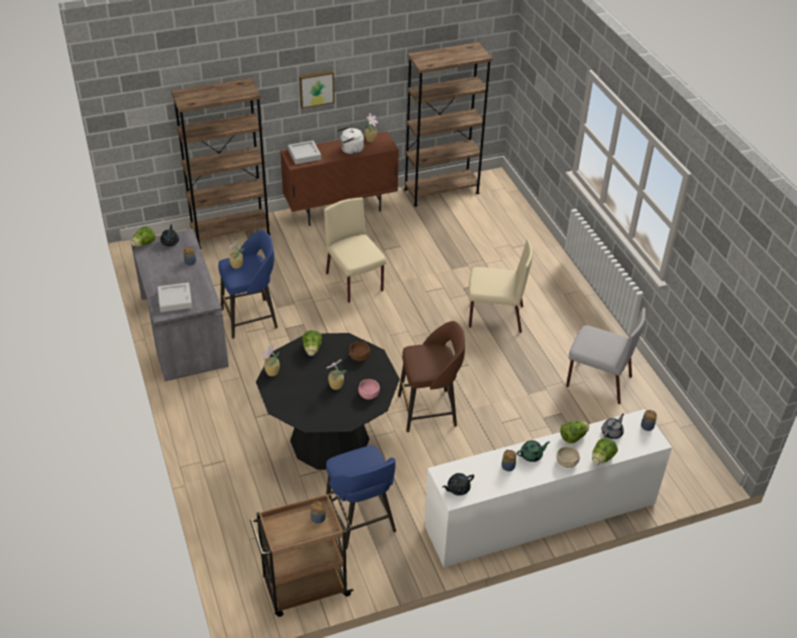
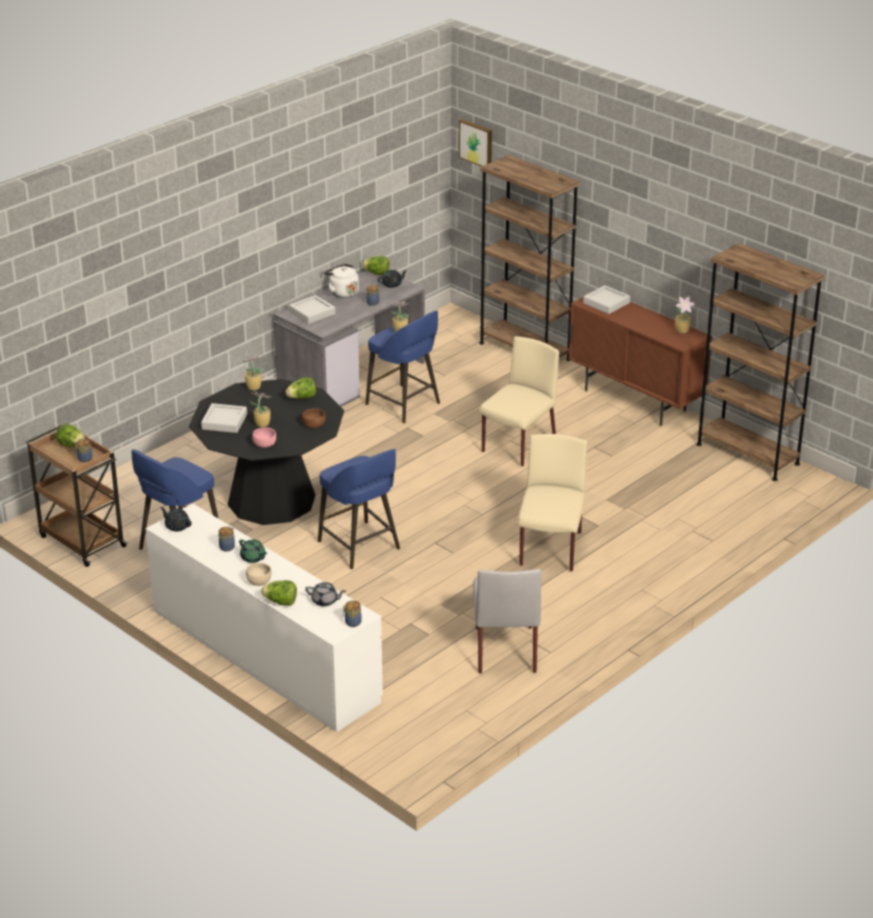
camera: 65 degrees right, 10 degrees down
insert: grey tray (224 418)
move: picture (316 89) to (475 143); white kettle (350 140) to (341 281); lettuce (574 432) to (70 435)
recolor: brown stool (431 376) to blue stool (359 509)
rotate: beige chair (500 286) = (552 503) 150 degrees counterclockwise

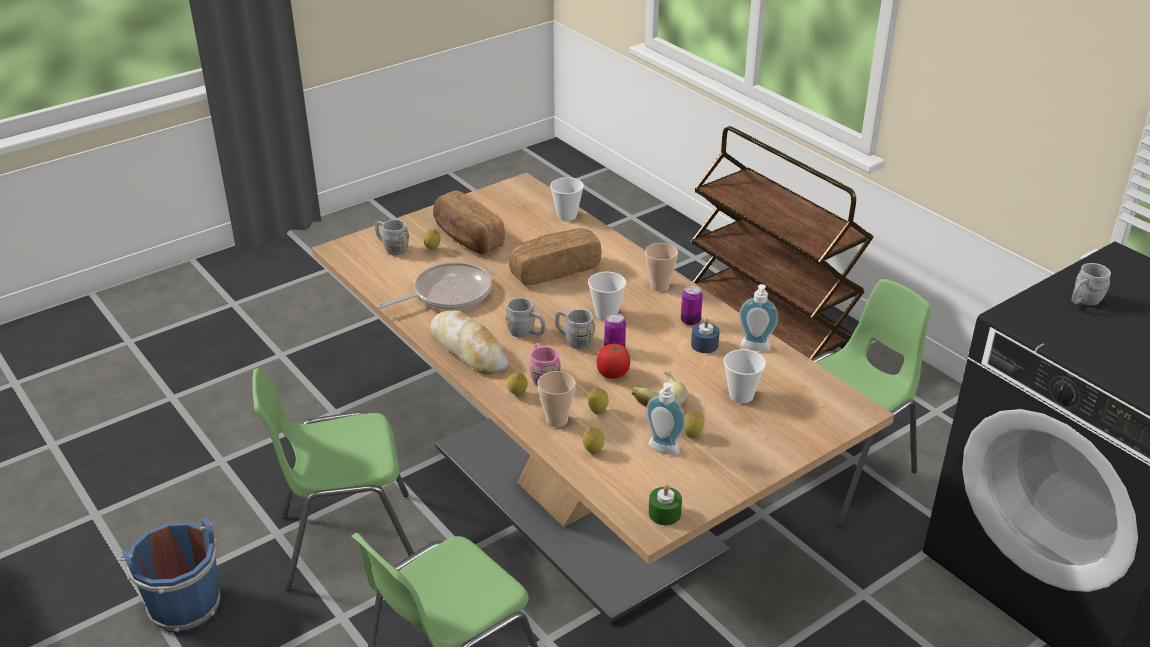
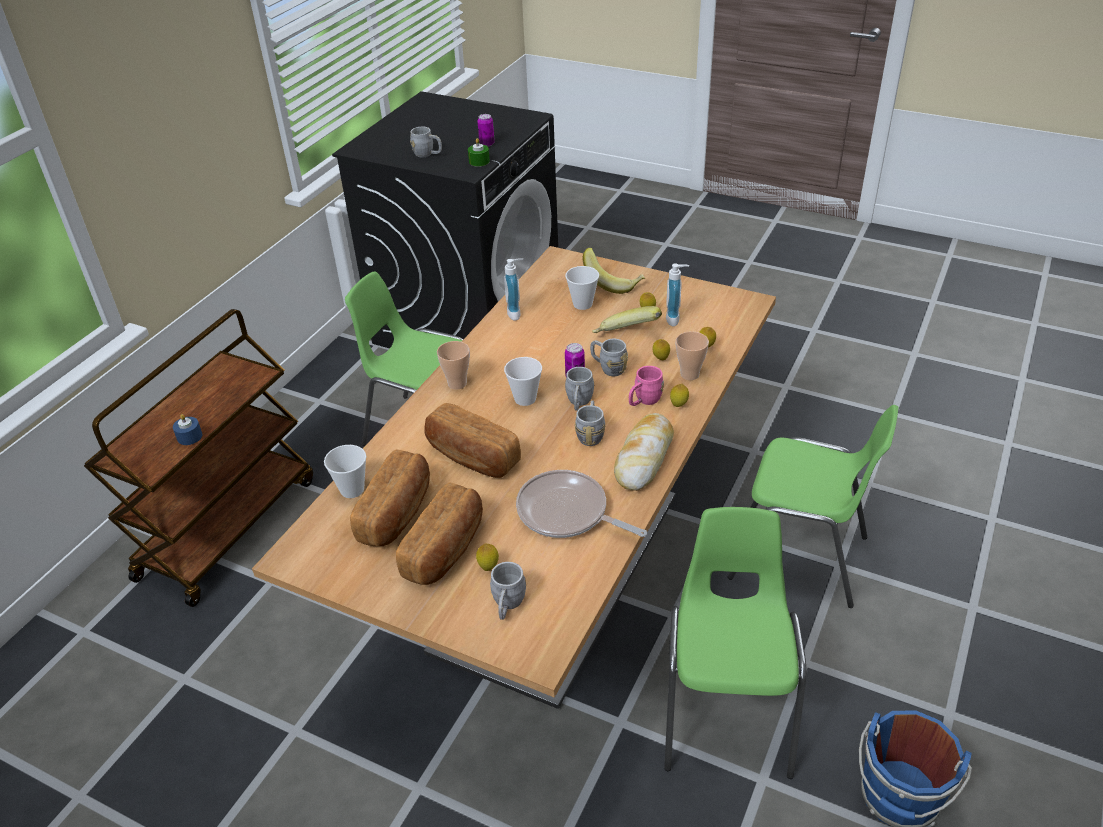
camera: 115 degrees left, 5 degrees up
insert: bread (390 498); banana (613 271)
move: green candle (665 504) to (479 152); can (692 305) to (486 130); blue candle (705 335) to (187 429)
replace: tomato (613 361) to grey mug (609 357)
rotate: green chair (333 479) = (735 643) 135 degrees counterclockwise

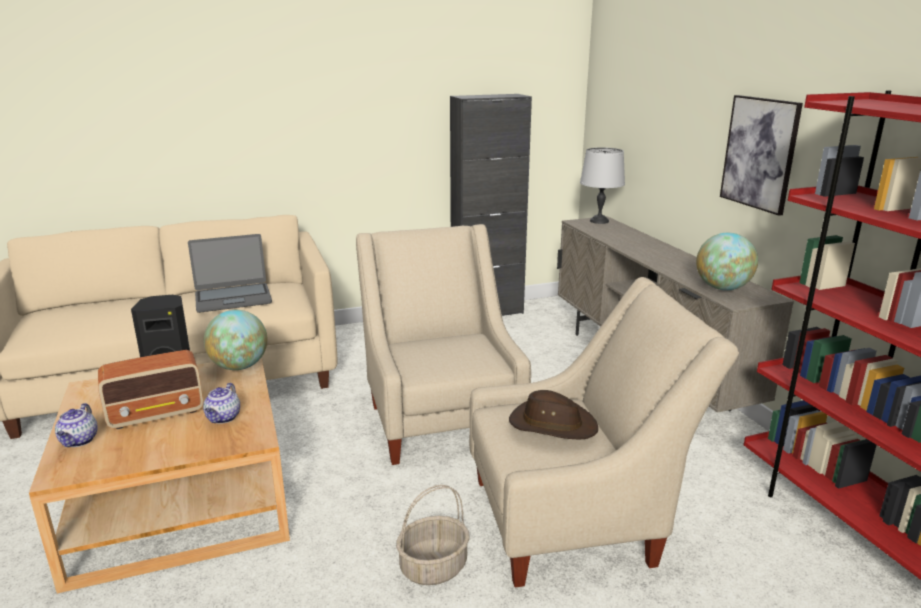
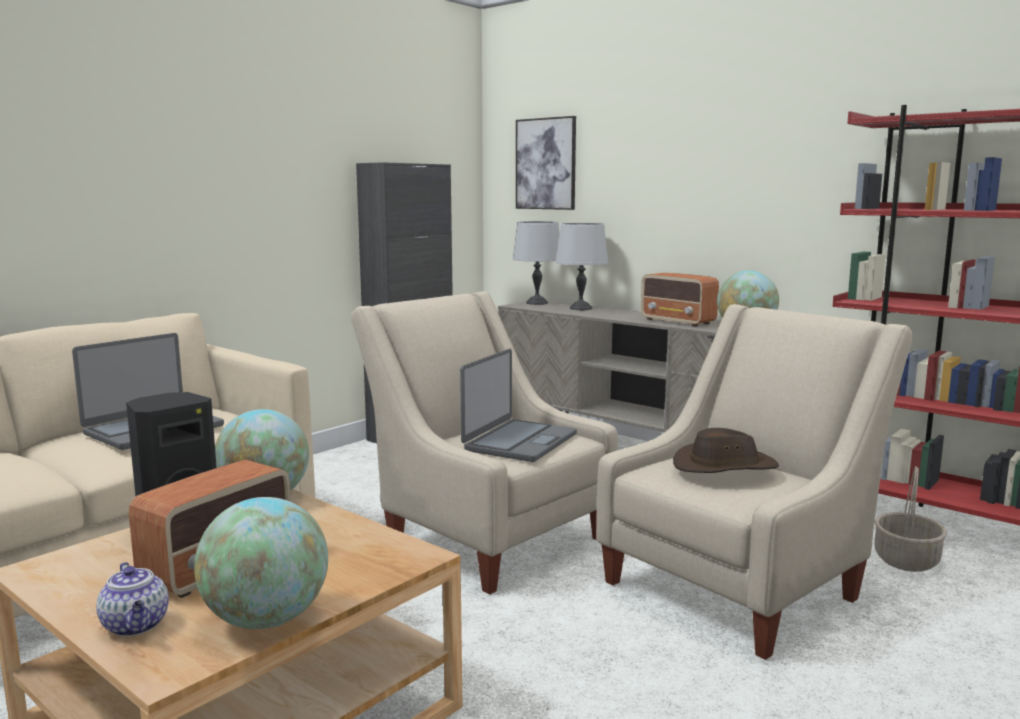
camera: 30 degrees left, 10 degrees down
delete: teapot (221 403)
insert: globe (261 563); laptop (518 405); grey table lamp (581 266); radio (680 300)
move: basket (433 535) to (910 519); picture (761 155) to (546 163)

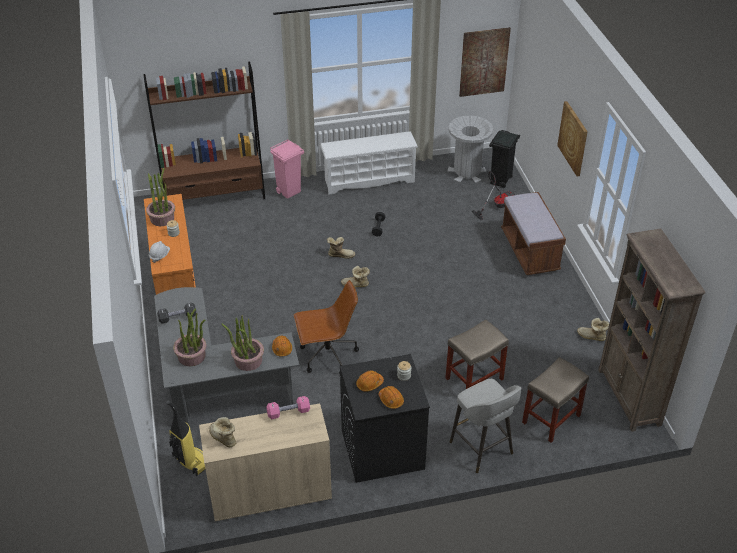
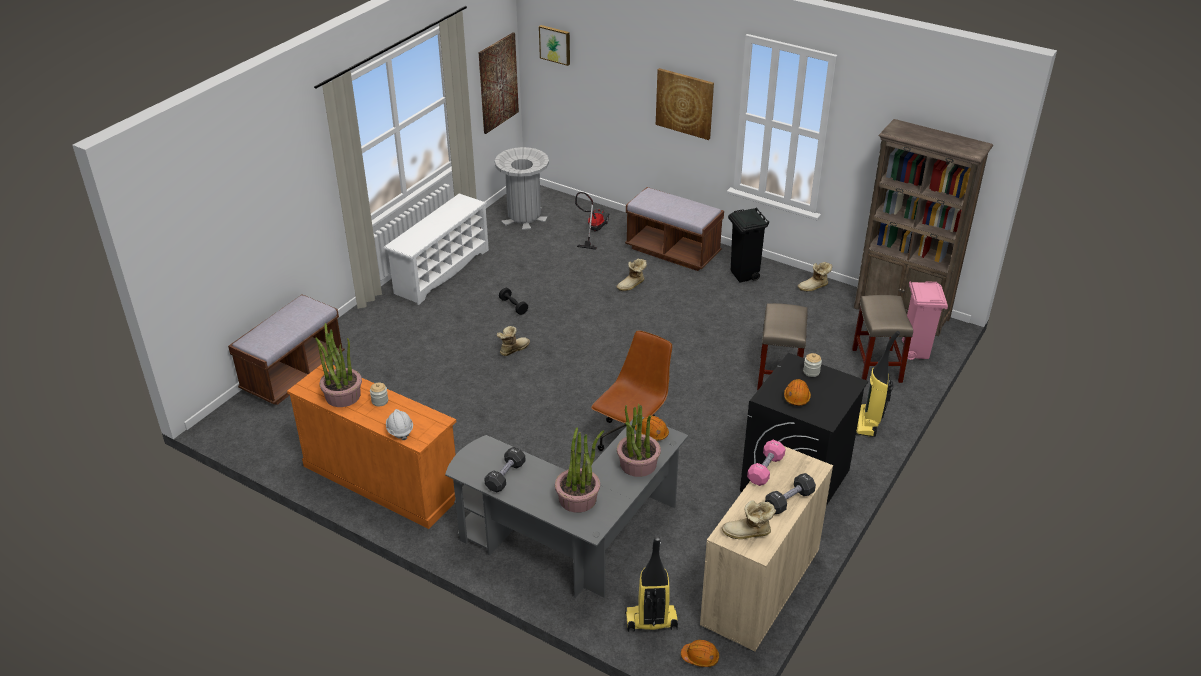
camera: 45 degrees left, 5 degrees down
insert: picture (554 45); black dumbbell (790 493)
move: pink trash can (287 169) to (925 320); boot (355 277) to (632 275); orange hard hat (391 397) to (700 653); black trash can (504 159) to (748 245)
replace: brown bookcase (204 131) to brown bench (286 349); grey stool (485 425) to vacuum cleaner (878 384)

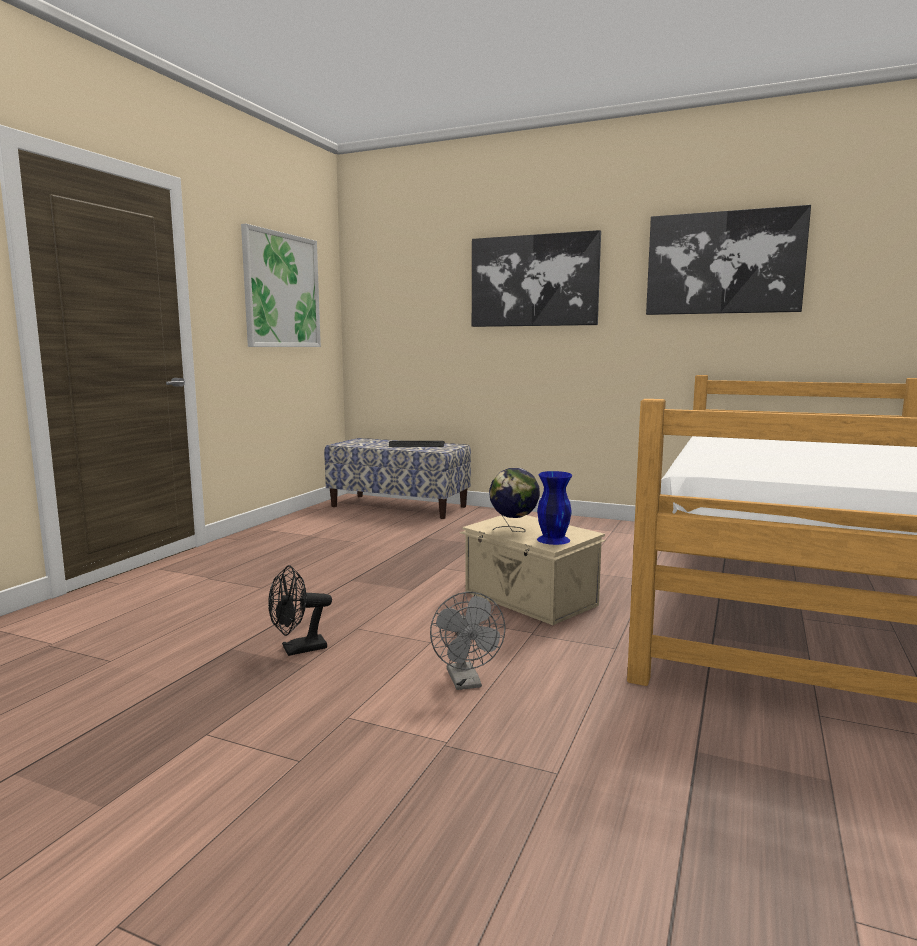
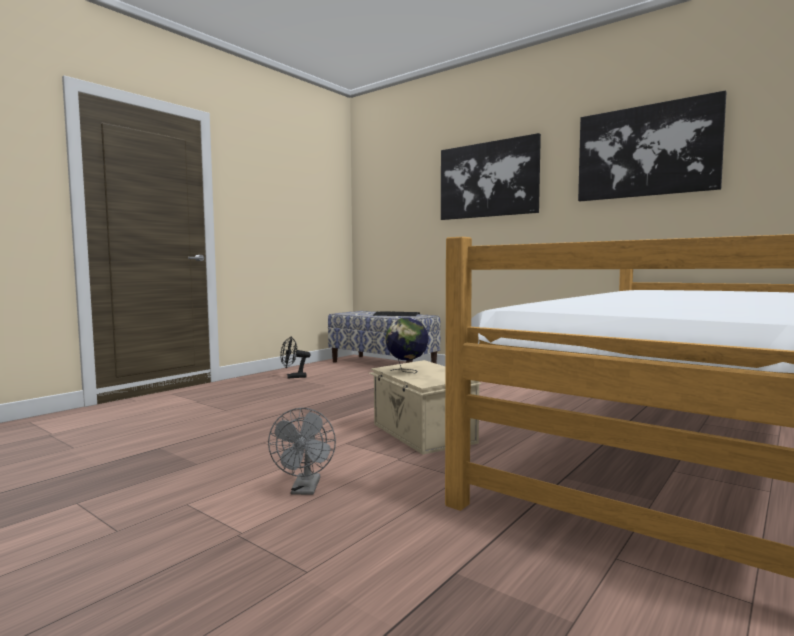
camera: 15 degrees right, 5 degrees down
delete: picture (281 285); blue vase (554 508)
move: black fan (300 610) to (295 357)

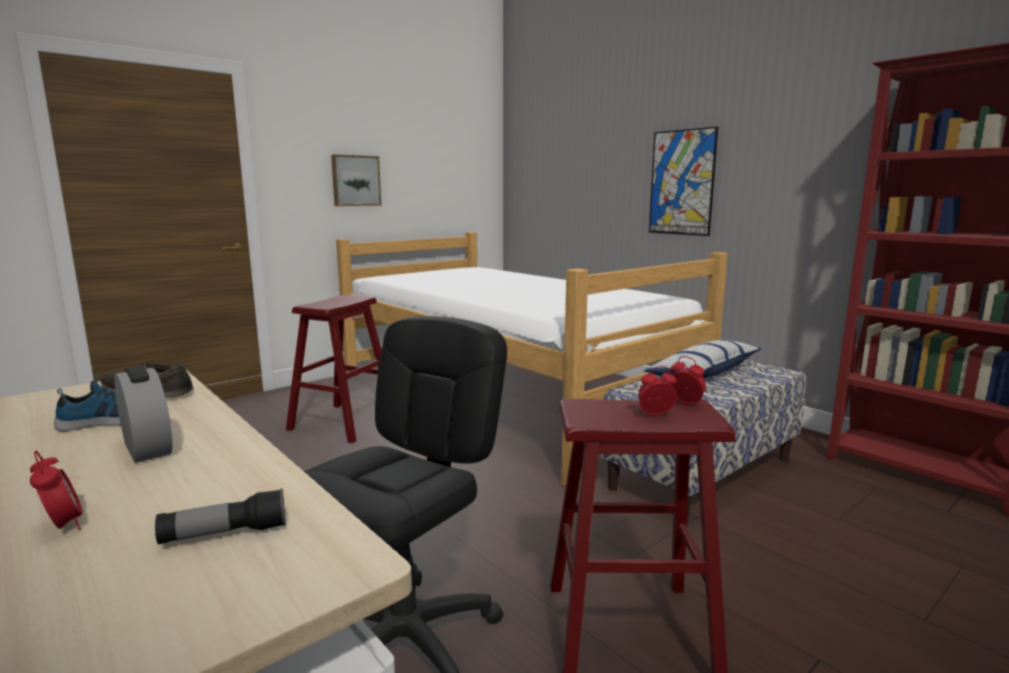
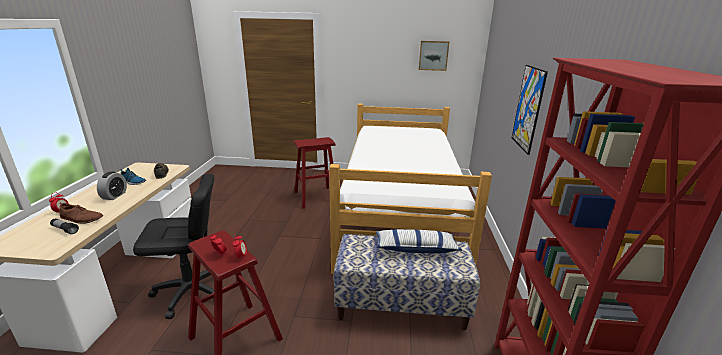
camera: 45 degrees right, 10 degrees up
insert: brown shoe (81 213)
move: picture (356 180) to (434 56)

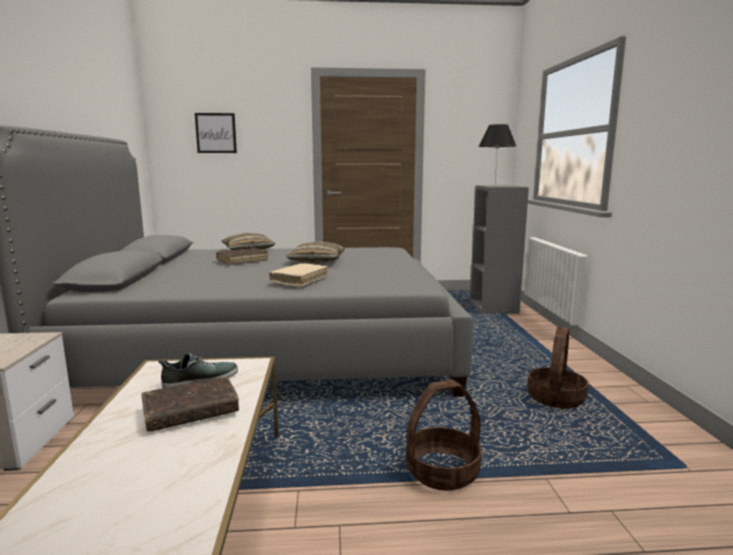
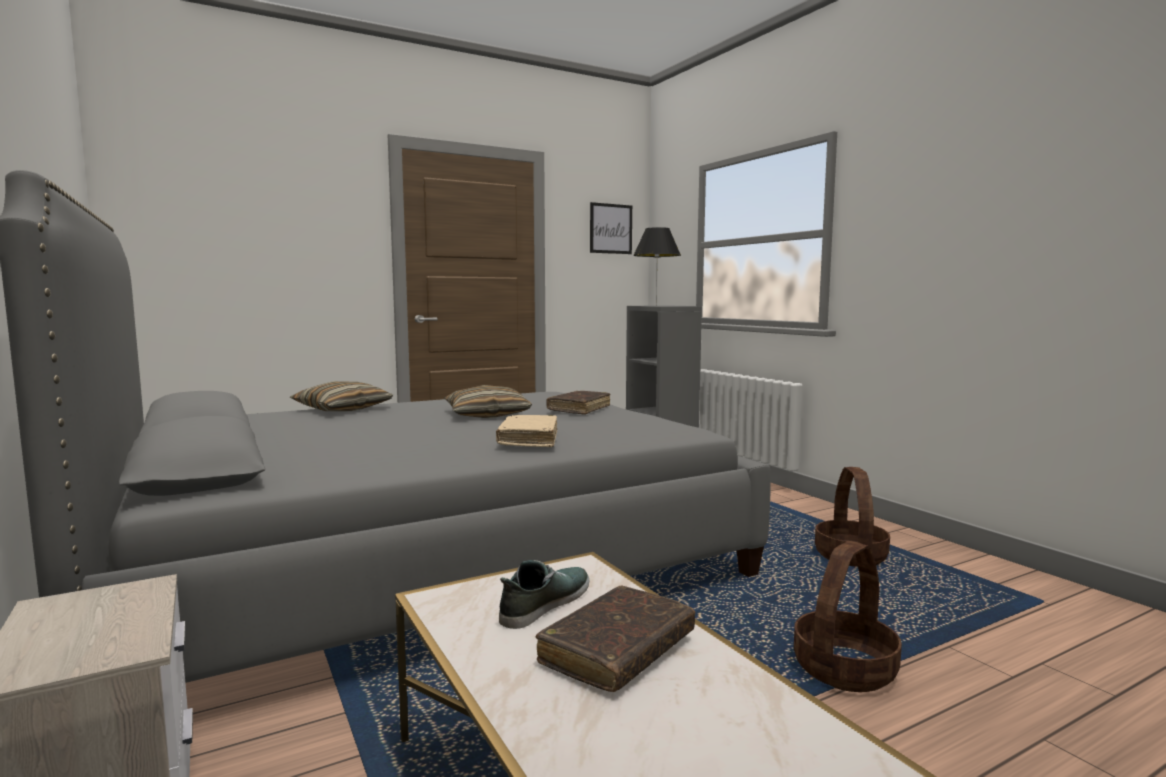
camera: 25 degrees left, 5 degrees down
move: picture (216 133) to (611 228); brown book (242 256) to (578 403)

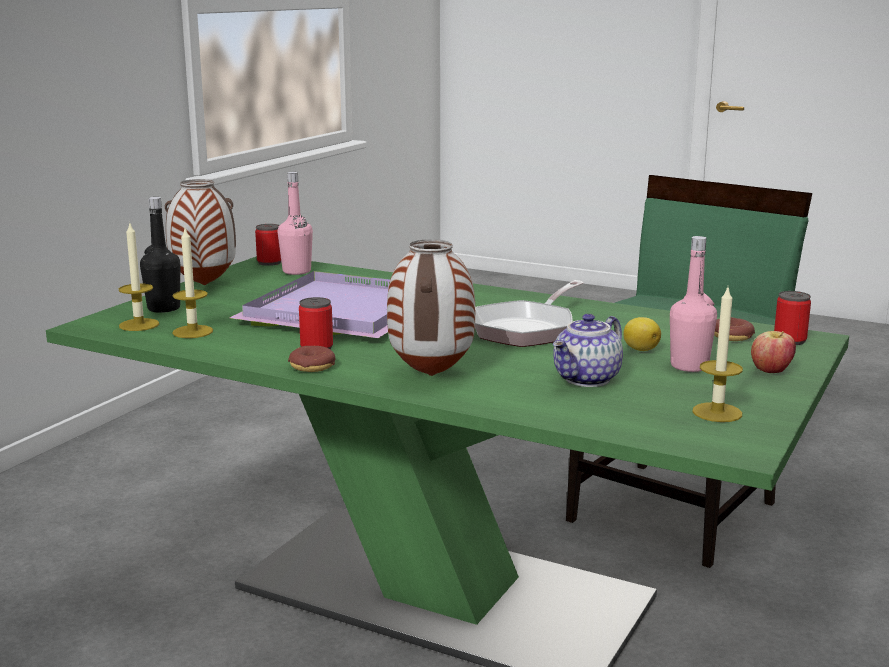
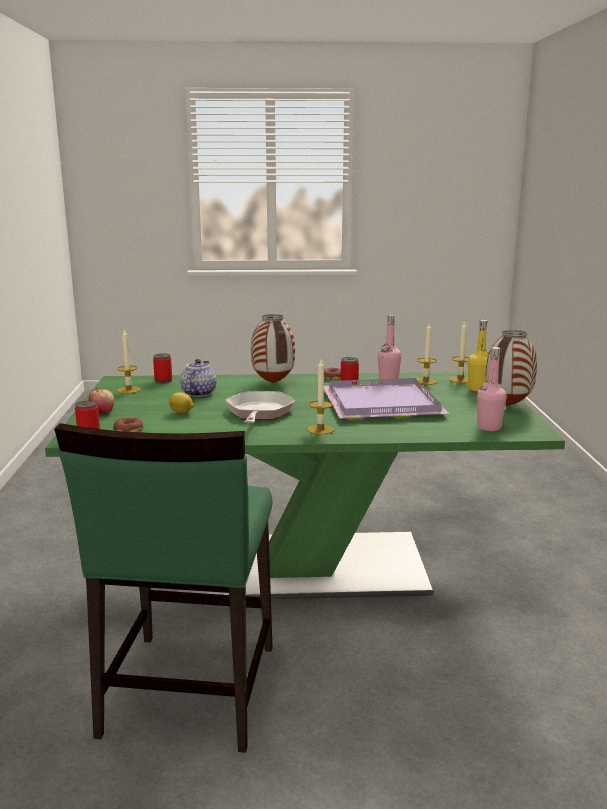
camera: 150 degrees right, 0 degrees up
insert: candle (320 397)
move: can (268 245) to (162 368); pink bottle (693 304) to (389 349)
recolor: black bottle (160 255) to yellow bottle (478 355)

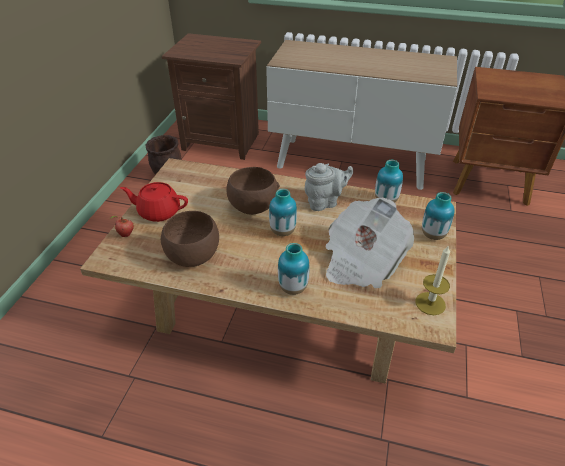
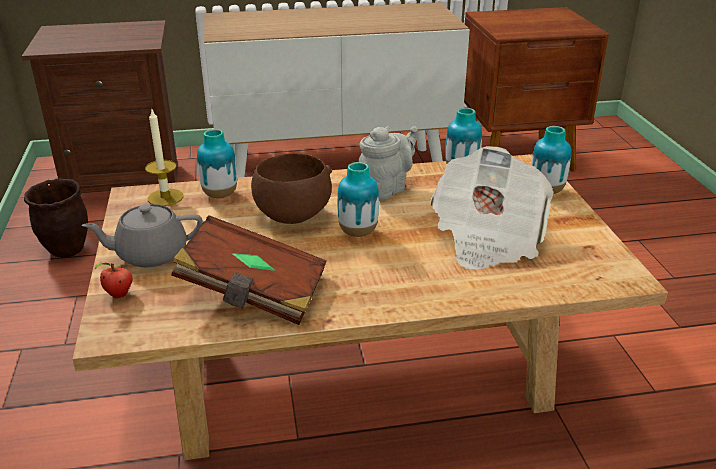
camera: 25 degrees left, 10 degrees down
move: vase (293 269) to (217 163); candle (433 280) to (164 158)
replace: brown bowl (190 239) to brown book (248 270)
recolor: red teapot (154 202) to grey teapot (142 235)

